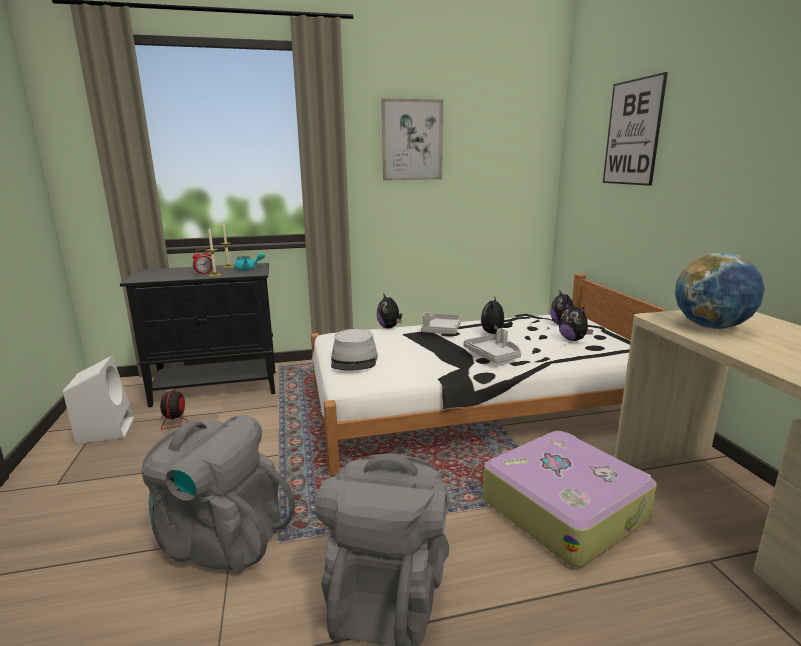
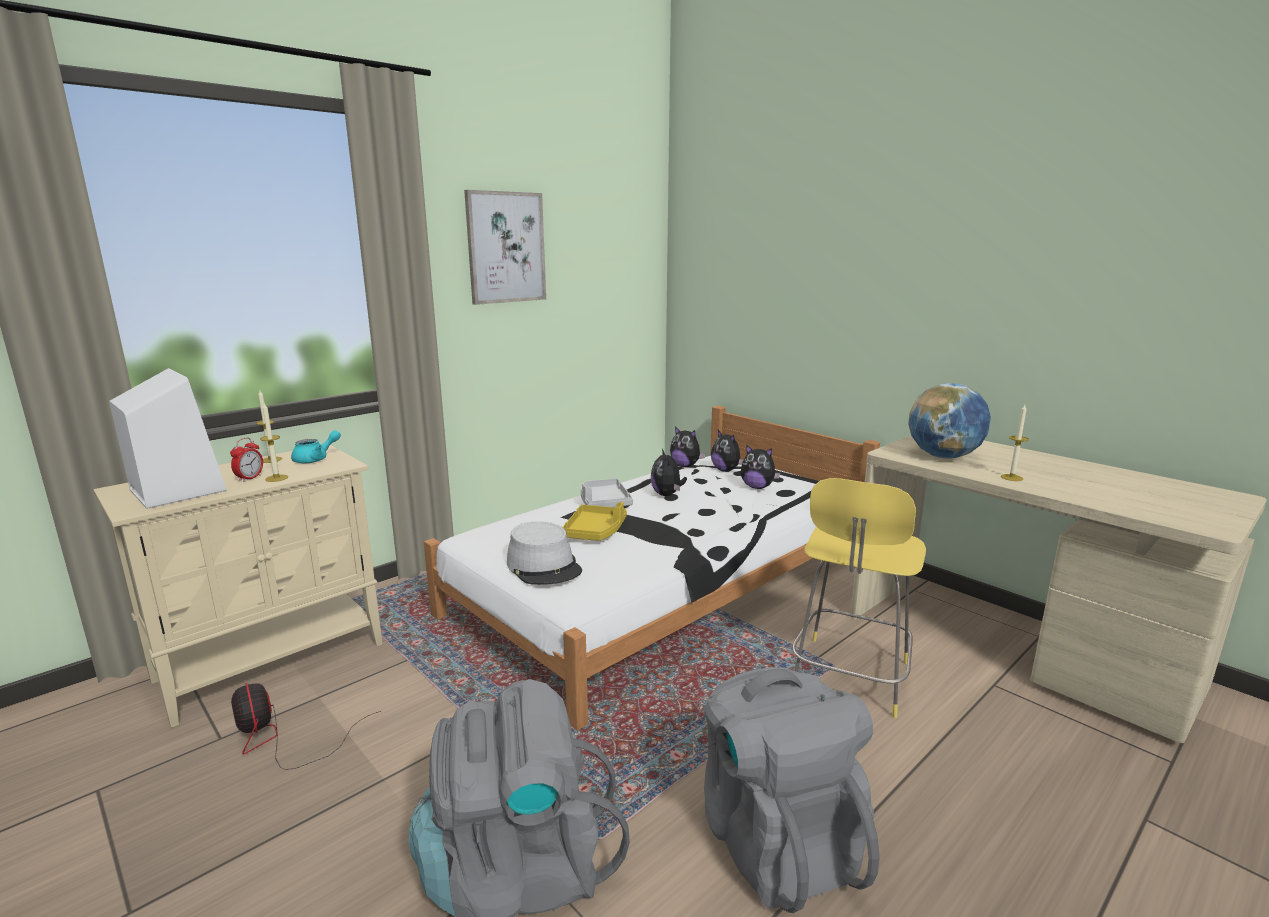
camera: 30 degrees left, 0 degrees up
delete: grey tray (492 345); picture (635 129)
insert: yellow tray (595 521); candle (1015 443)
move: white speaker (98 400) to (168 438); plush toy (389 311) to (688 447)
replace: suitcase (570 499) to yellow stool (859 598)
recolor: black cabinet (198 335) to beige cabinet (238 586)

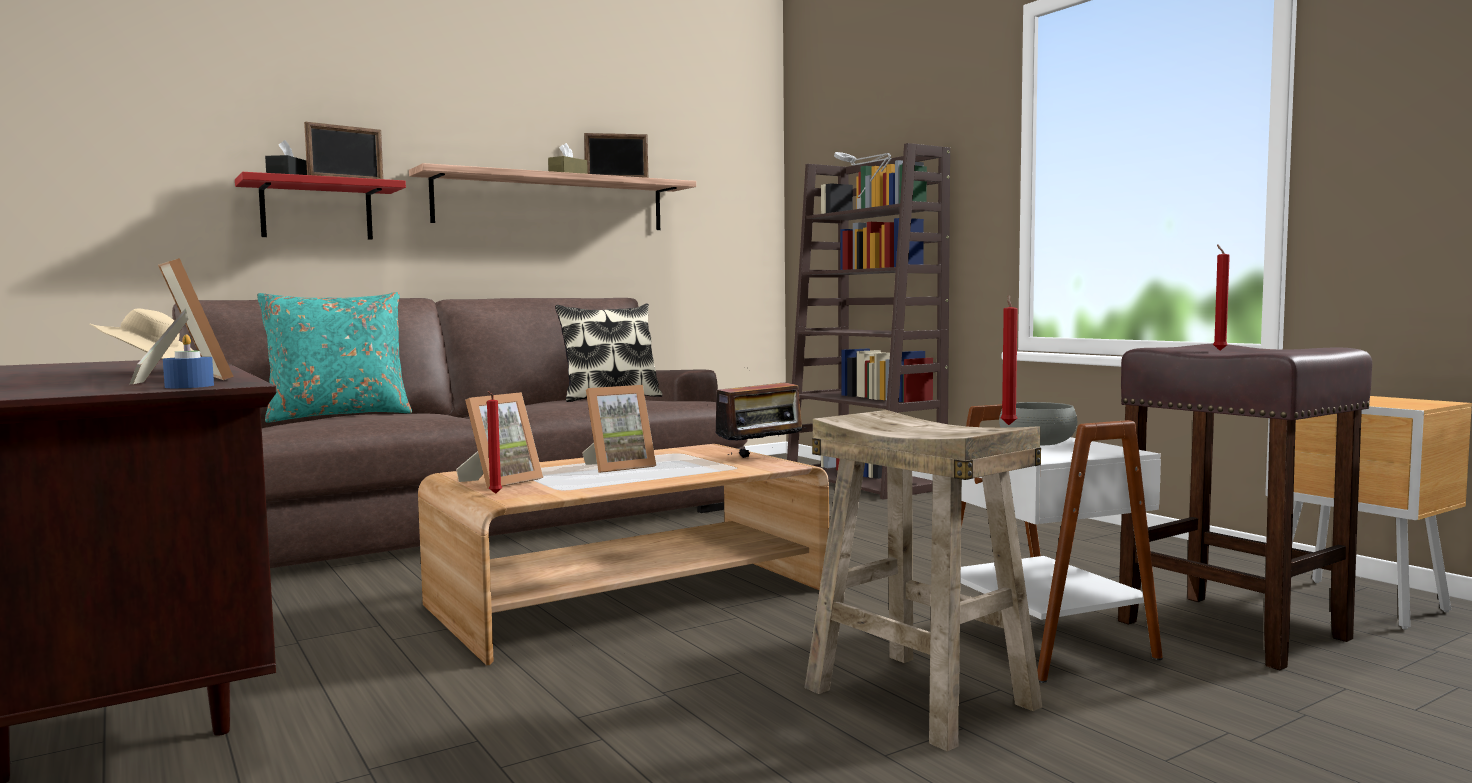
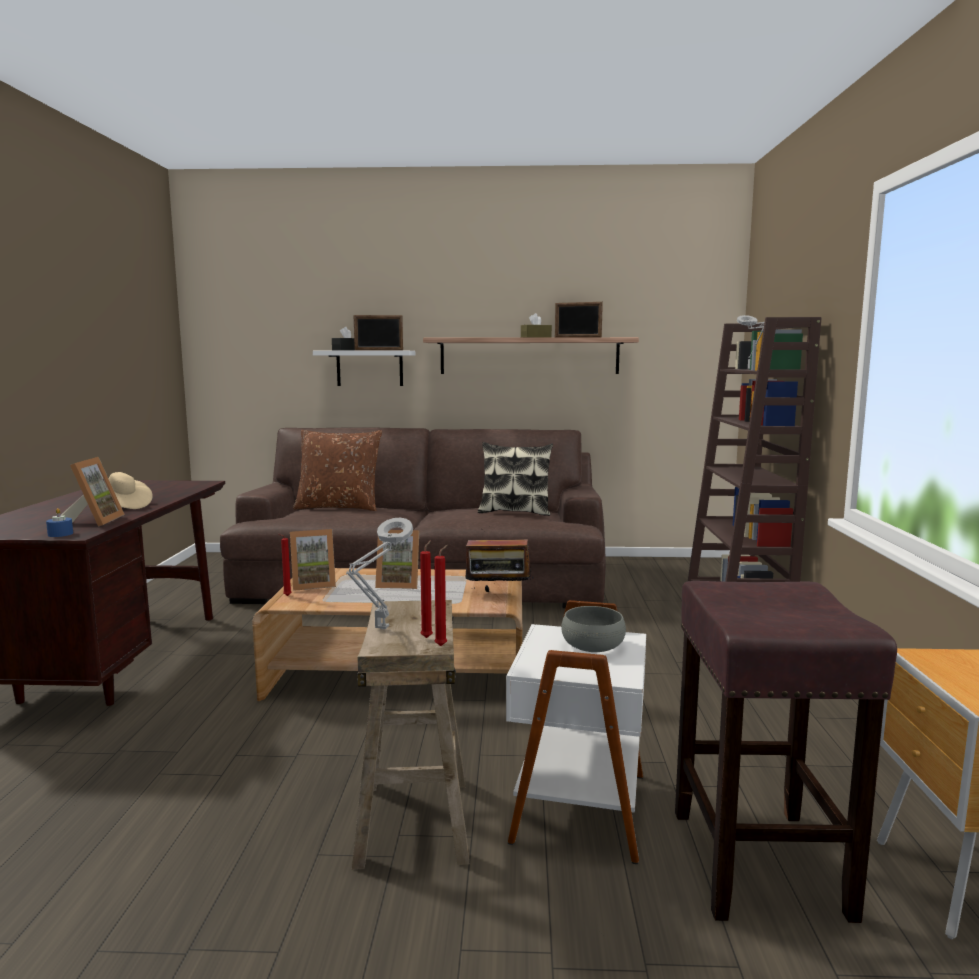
camera: 35 degrees right, 5 degrees up
insert: grey table lamp (379 573)
move: red candle (1221 297) to (426 589)
recolor: red shelf (320 206) to white shelf (364 368); turquoise pillow (334 357) to brown pillow (337 470)

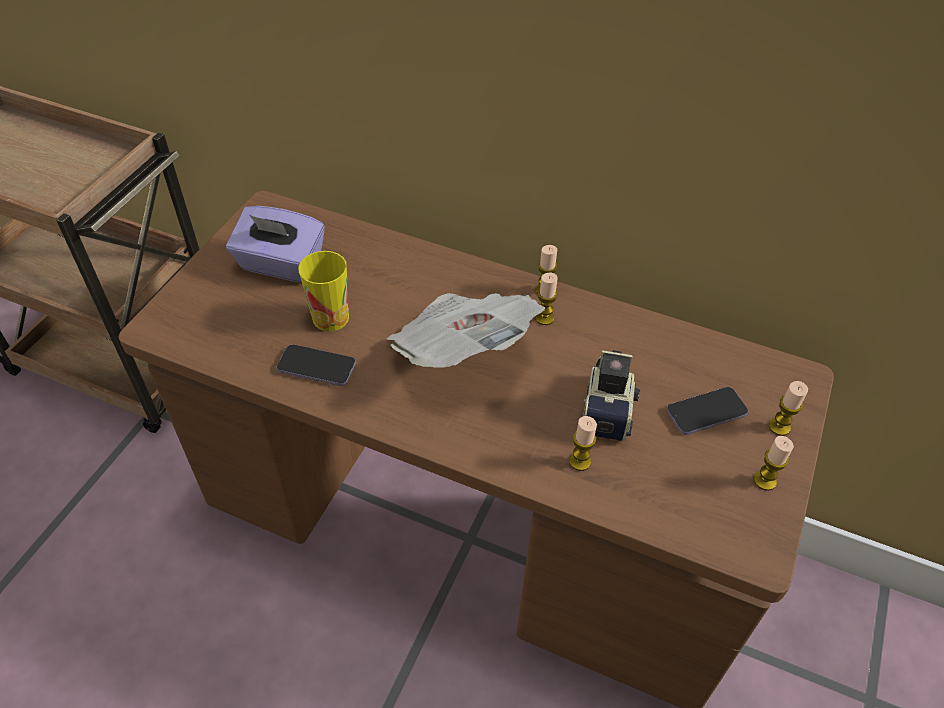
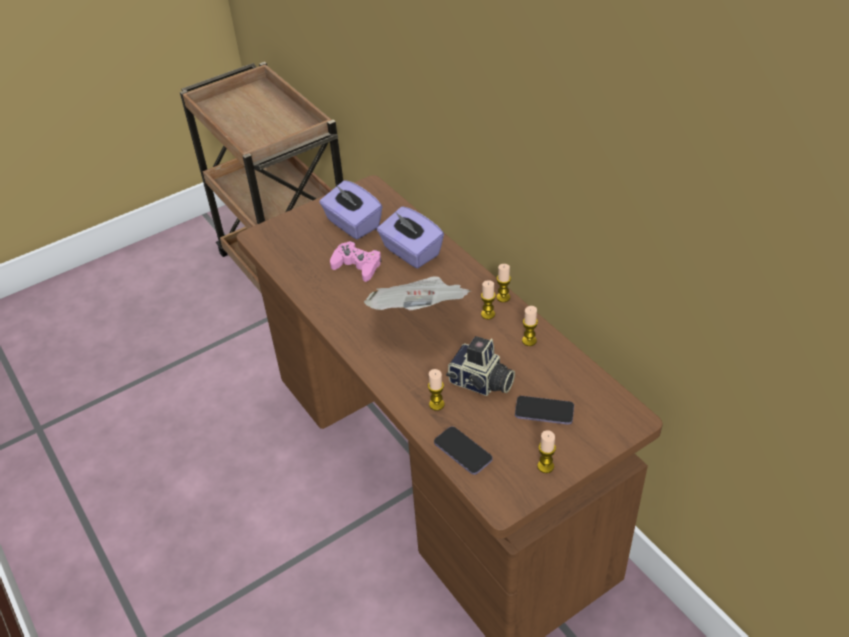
camera: 35 degrees right, 5 degrees down
insert: purple tissue box (410 237)
move: phone (316 365) to (463 450); candle (788 408) to (530 326)
replace: cup (323 291) to pink game controller (355 261)
rotate: photo camera (611 396) = (480 366) 75 degrees clockwise

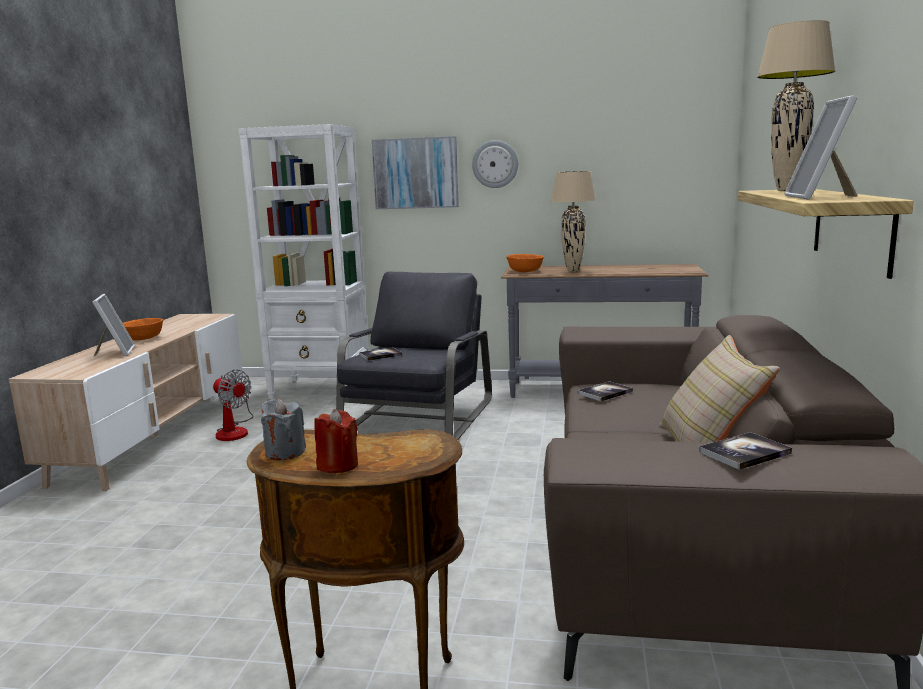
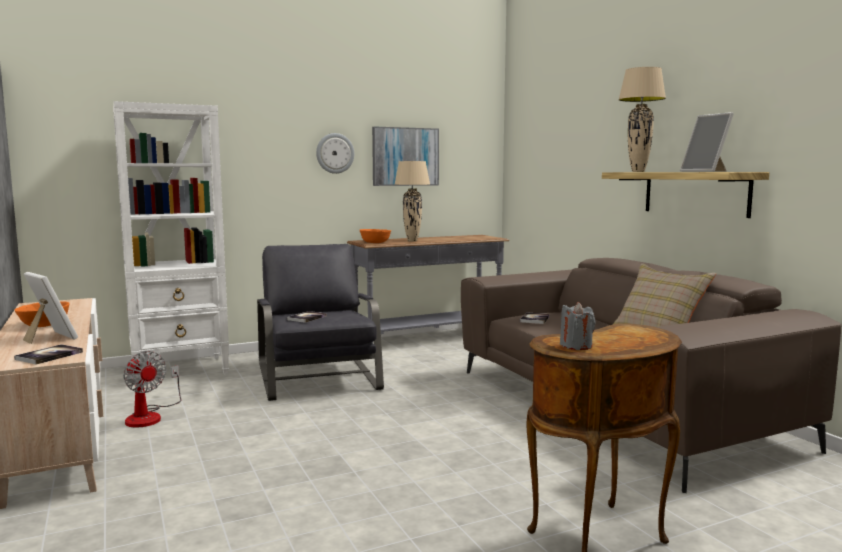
camera: 35 degrees left, 5 degrees down
delete: red candle (336 441)
move: picture (415 172) to (405 156); book (745 451) to (48 354)
rotate: fan (233 405) = (152 389) 45 degrees clockwise

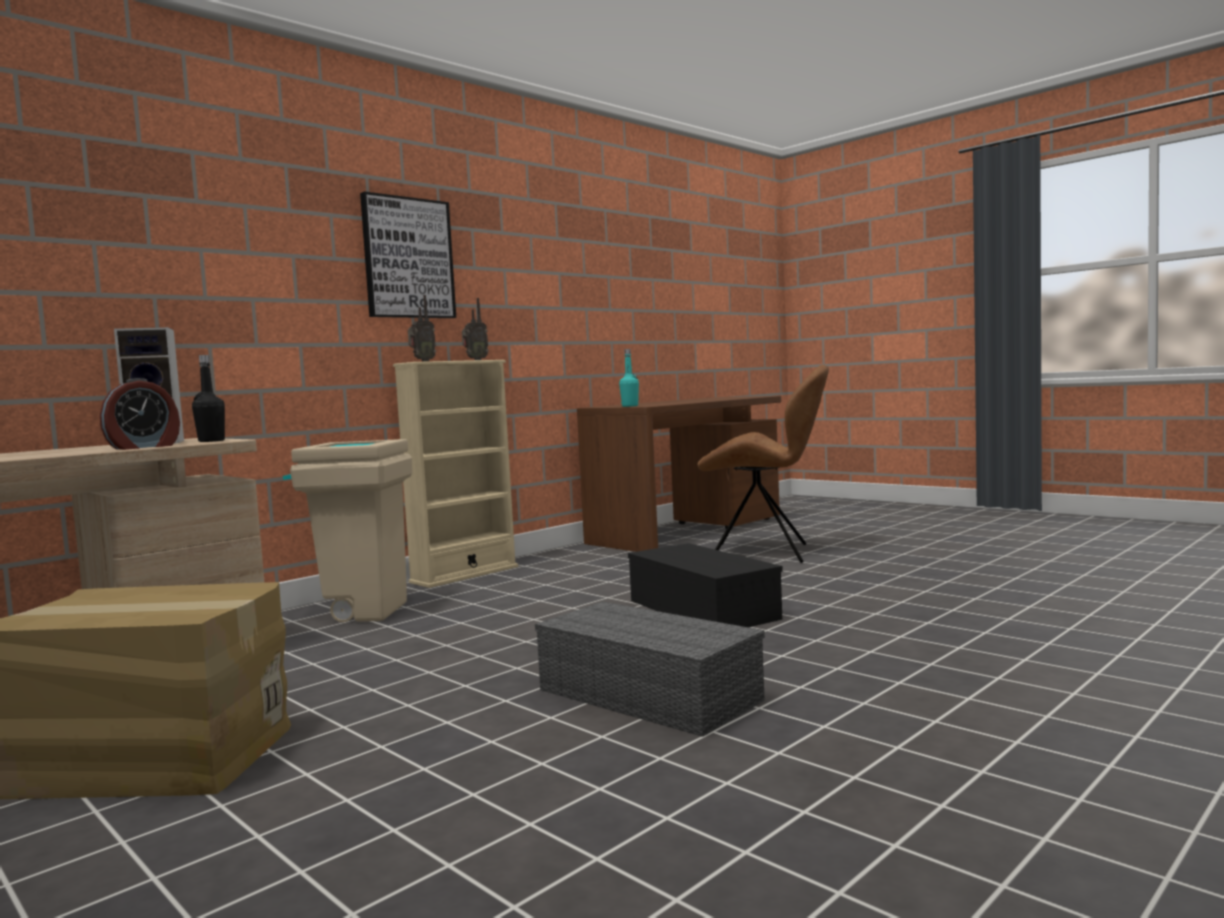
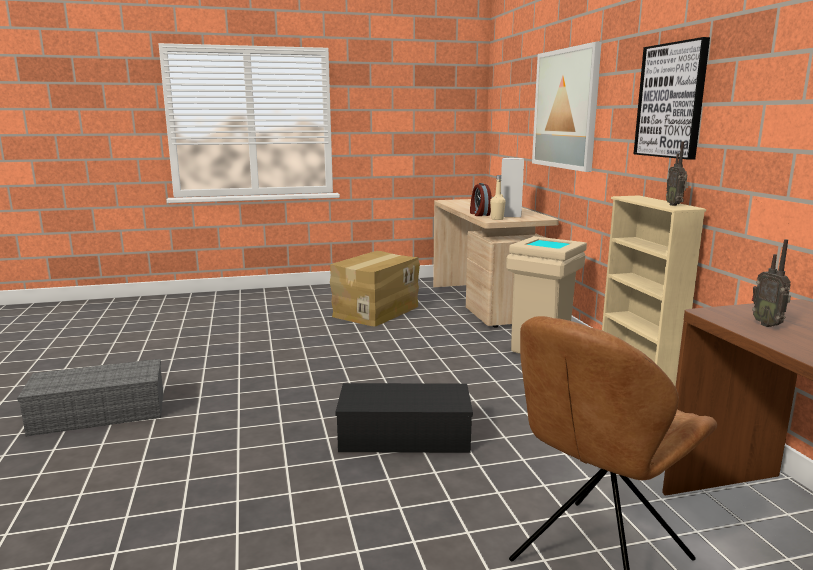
camera: 120 degrees right, 10 degrees up
delete: turquoise bottle (629 378)
insert: picture (567 107)
move: radio (422 328) to (771 283); grey storage box (650 669) to (90 397)
recolor: black bottle (208 398) to beige bottle (498 197)

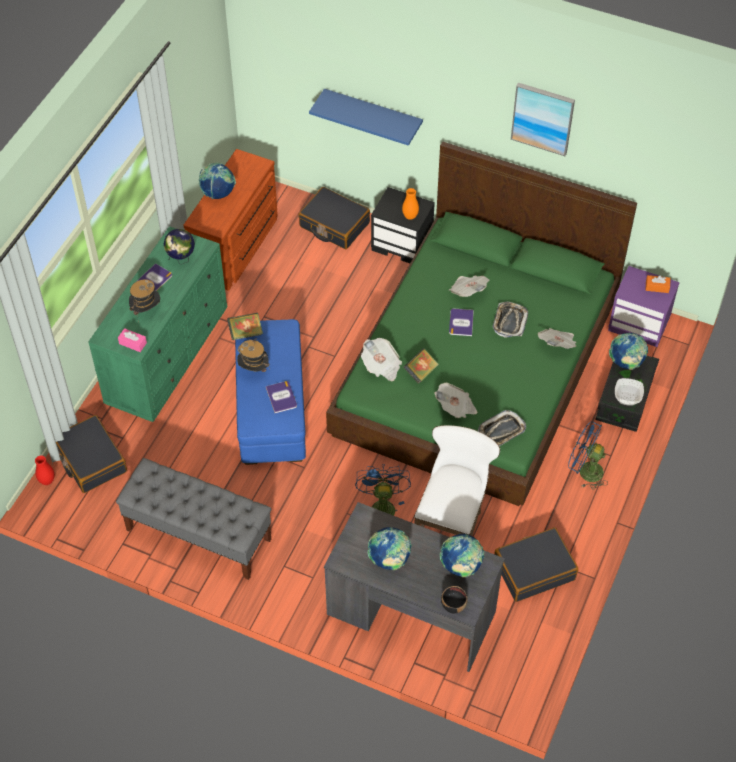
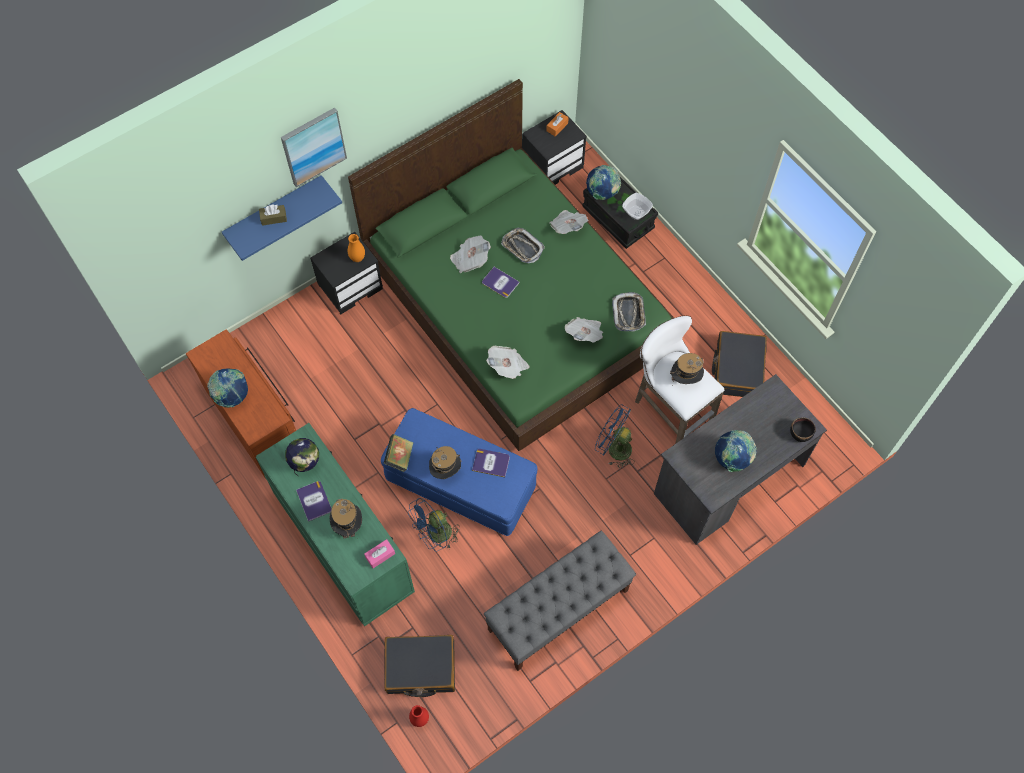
camera: 60 degrees left, 10 degrees up
delete: black suitcase (334 218); book (421 366); globe (462 555)
insert: brown tissue box (273 215); hat (687 369)
move: picture (543 119) to (314 147); blue fan (588 455) to (434 525)
recolor: purple nightstand (644 306) to black nightstand (554 147)

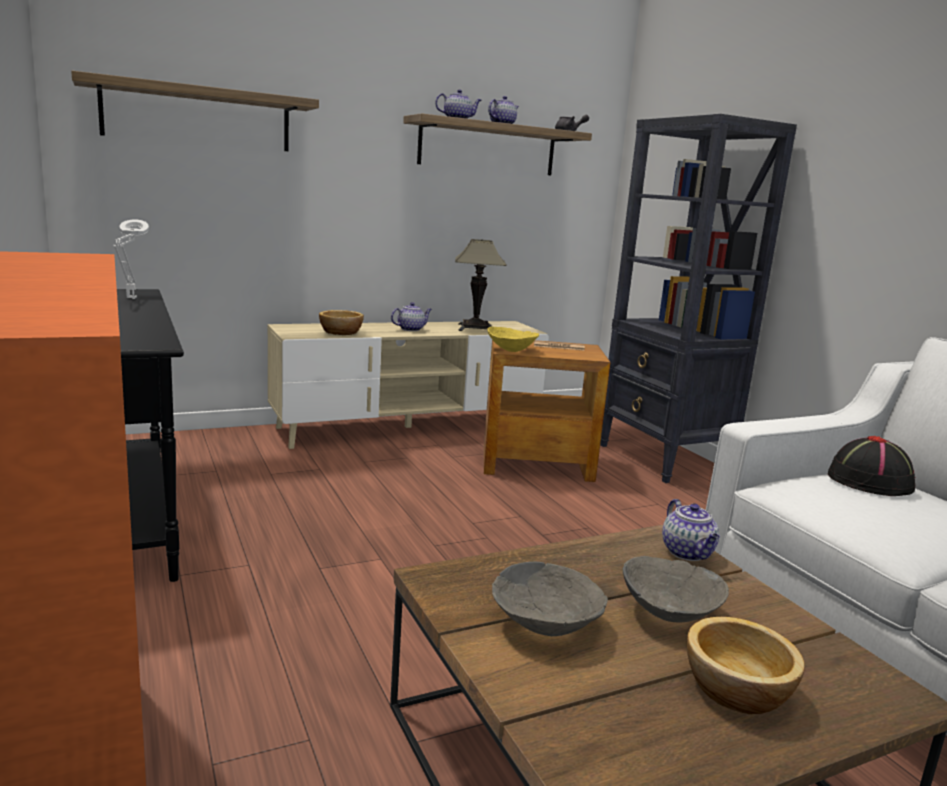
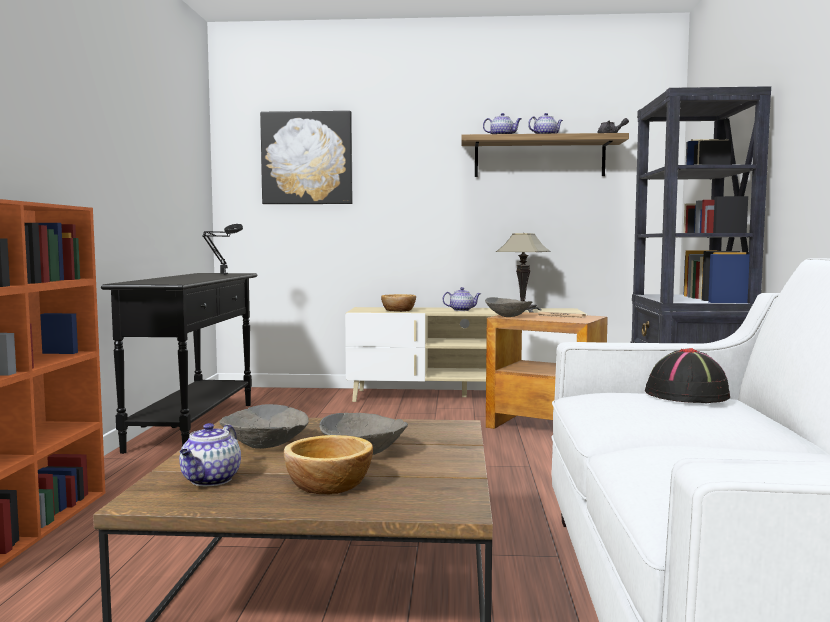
camera: 30 degrees right, 10 degrees down
move: teapot (691 530) to (210 454)
replace: shelf (195 111) to picture (306 157)
recolor: white table lamp (131 259) to black table lamp (222 249); yellow bowl (513 339) to grey bowl (508 307)

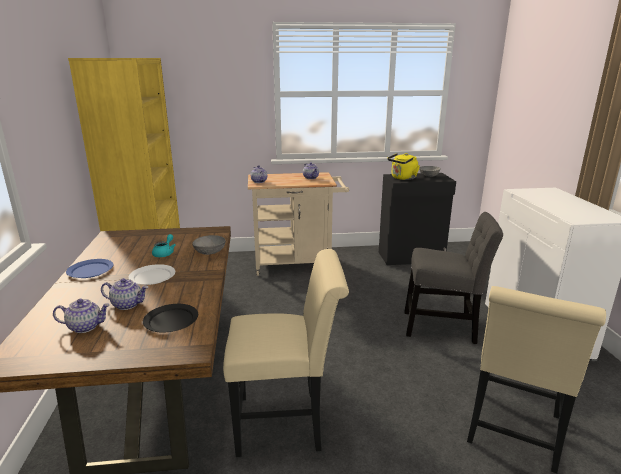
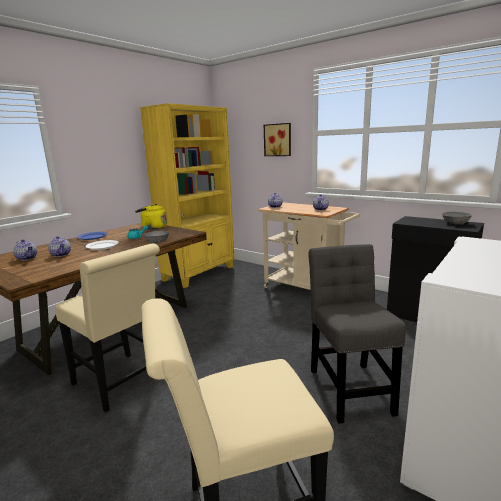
camera: 45 degrees right, 5 degrees down
delete: black plate (170 318)
insert: picture (277 139)
move: yellow kettle (403 166) to (151 217)
rotate: grey chair (453 278) = (357 334) 150 degrees counterclockwise

